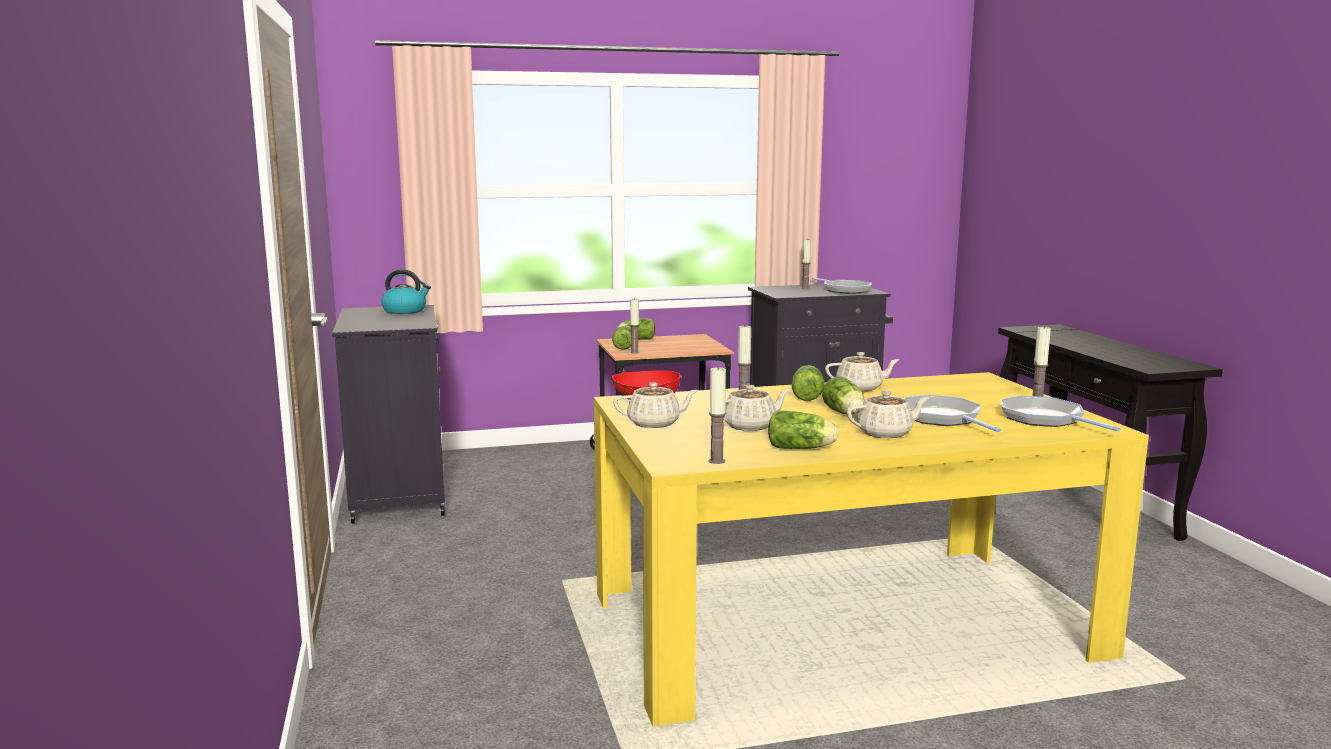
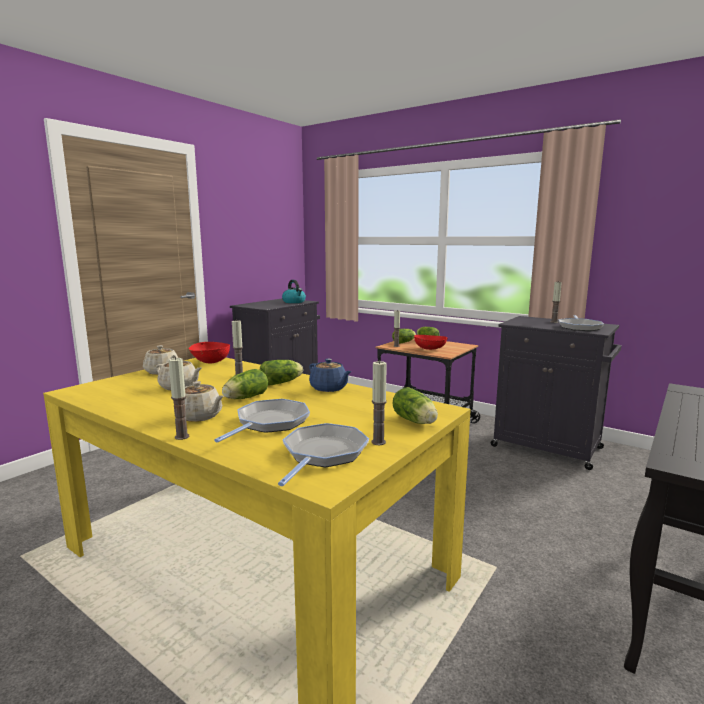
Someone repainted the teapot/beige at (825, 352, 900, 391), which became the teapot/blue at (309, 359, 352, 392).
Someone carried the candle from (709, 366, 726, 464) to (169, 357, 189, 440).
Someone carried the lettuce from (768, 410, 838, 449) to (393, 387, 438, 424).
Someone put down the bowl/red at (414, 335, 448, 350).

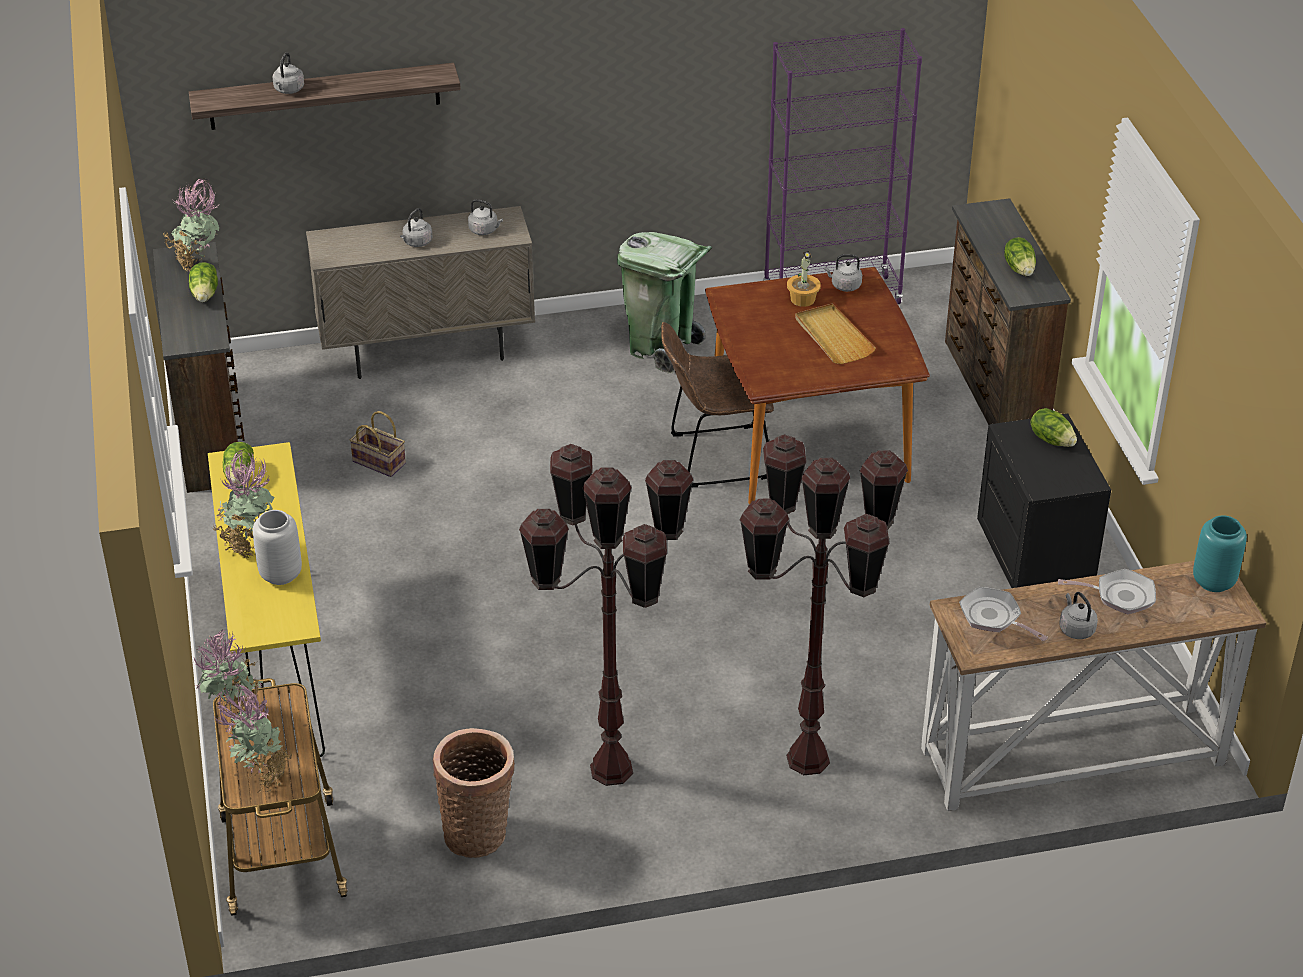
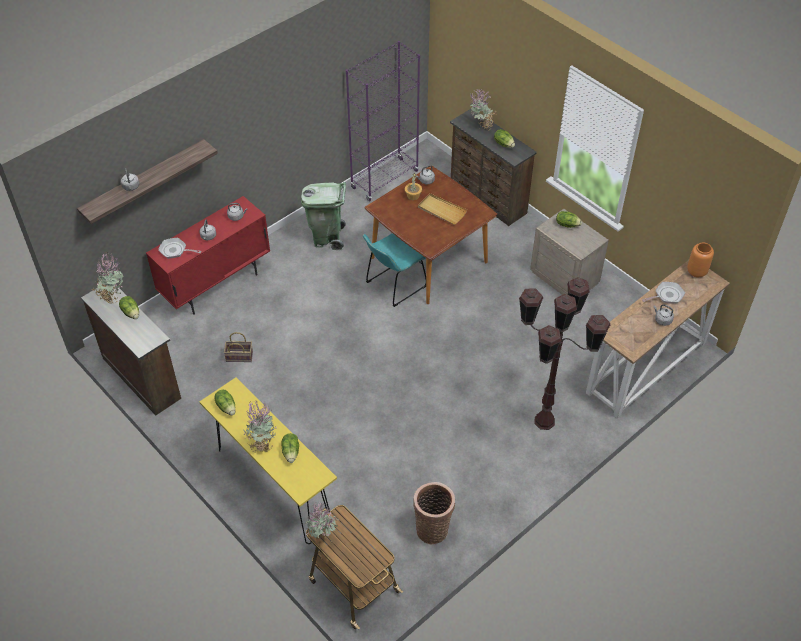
Someone repainted the cabinet/beige at (306, 206, 535, 379), which became the cabinet/red at (146, 196, 270, 315).
Someone repainted the chair/brown at (661, 322, 774, 487), which became the chair/turquoise at (363, 233, 426, 307).
Someone repainted the nightstand/black at (977, 413, 1111, 588), which became the nightstand/beige at (530, 209, 609, 295).
Someone took away the floor lamp/brown at (519, 444, 694, 786).
Someone swapped the vase/grey at (253, 510, 302, 585) for the lettuce at (281, 433, 299, 463).
Someone repainted the vase/turquoise at (1193, 515, 1247, 592), which became the vase/orange at (687, 243, 714, 277).
Someone carried the frying pan from (959, 587, 1048, 641) to (158, 238, 202, 259).
Someone carried the potted plant from (213, 683, 292, 793) to (469, 89, 498, 130).

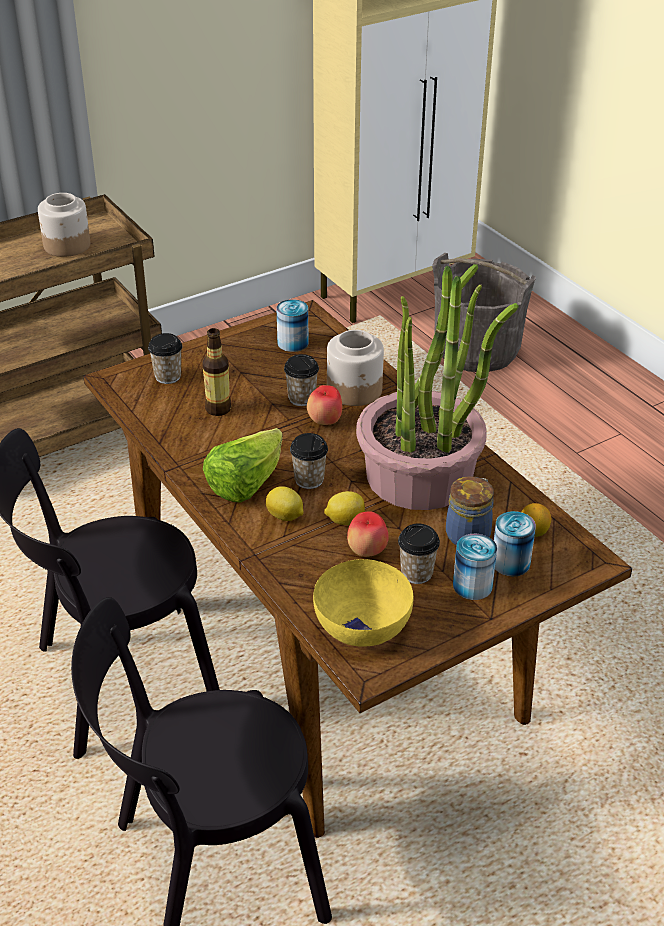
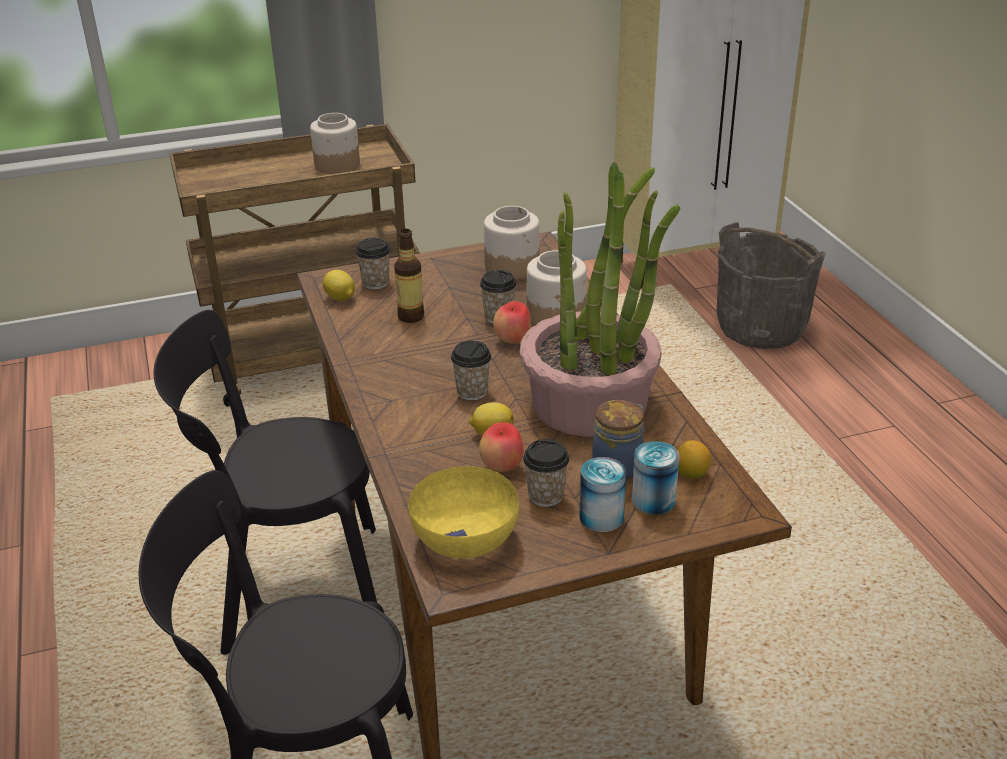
Someone swapped the can at (277, 299, 309, 352) for the jar at (484, 206, 539, 280).
Someone took away the lettuce at (203, 428, 283, 503).
Someone carried the lemon from (266, 486, 304, 521) to (322, 270, 355, 301).

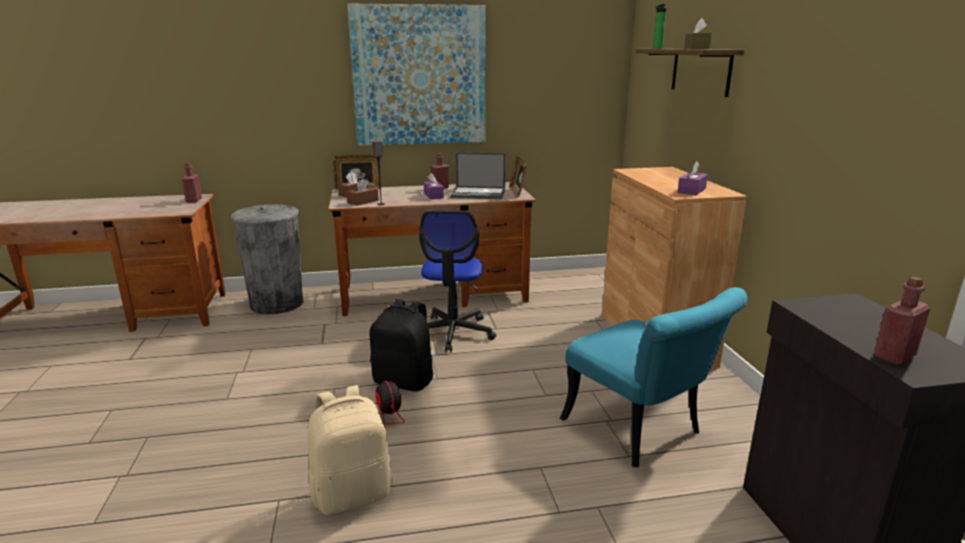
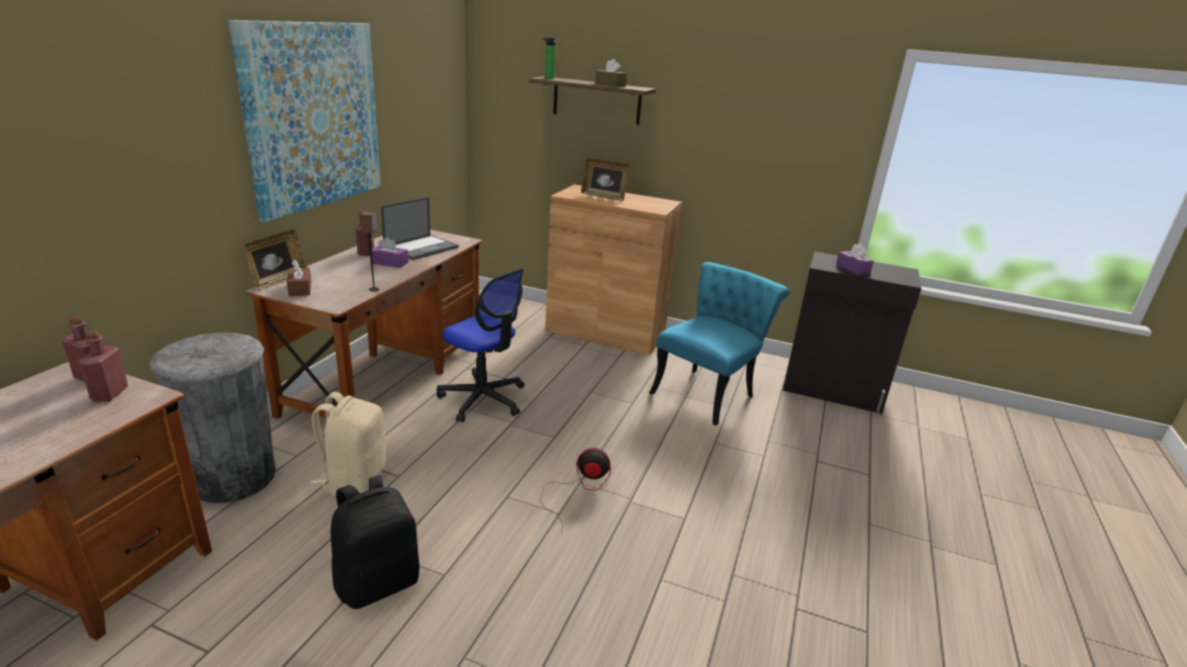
Someone carried the picture frame from (509, 156, 527, 198) to (581, 158, 629, 201).
Someone carried the tissue box/purple from (678, 161, 708, 195) to (836, 244, 874, 275).
Someone took away the tissue box/brown at (347, 178, 379, 206).
Someone carried the bottle/red from (874, 277, 930, 365) to (78, 330, 128, 402).
Someone rotated the chair/turquoise at (560, 287, 747, 467) by 45 degrees counterclockwise.
Someone carried the backpack/black from (370, 299, 434, 391) to (331, 475, 420, 609).
Someone carried the backpack/beige from (308, 385, 393, 515) to (310, 392, 386, 497).

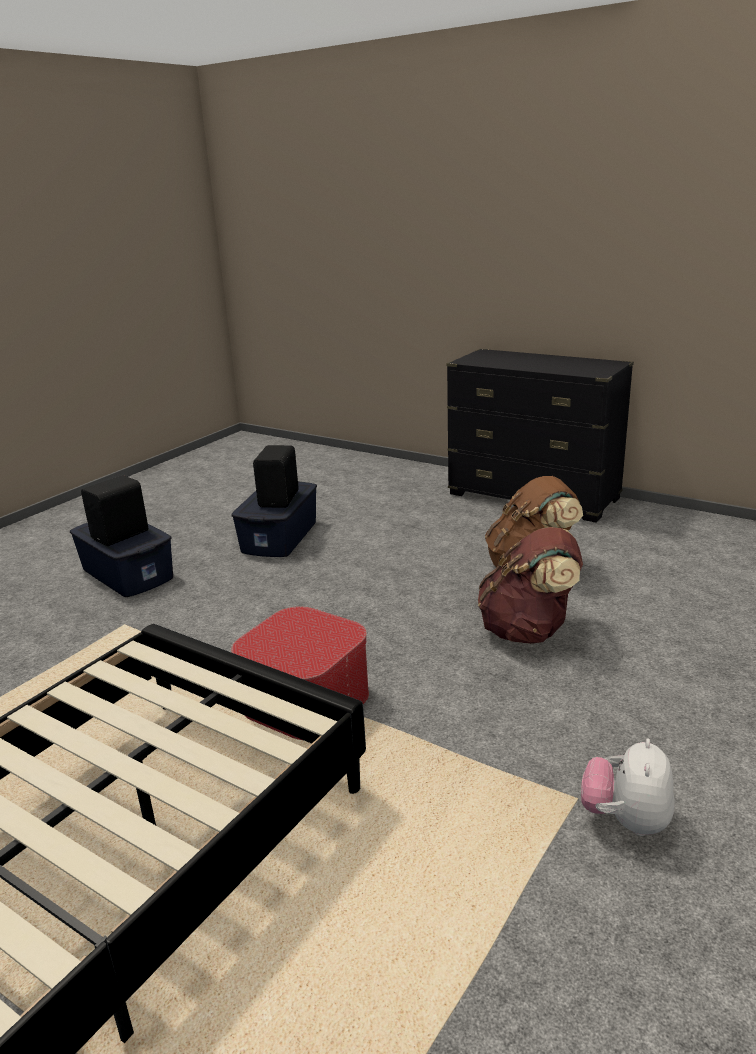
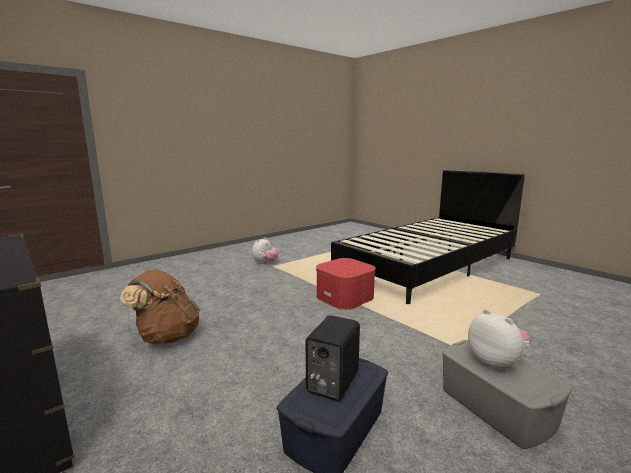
Someone swapped the speaker/black at (81, 475, 148, 546) for the plush toy at (468, 309, 530, 371).
Someone repainted the storage box/blue at (70, 522, 173, 597), which became the storage box/grey at (442, 340, 573, 449).
Someone took away the backpack/brown at (478, 527, 583, 644).

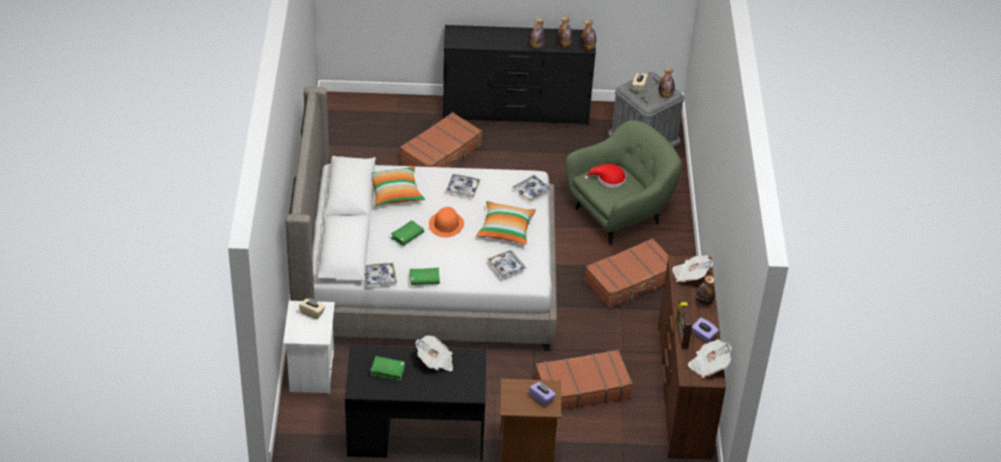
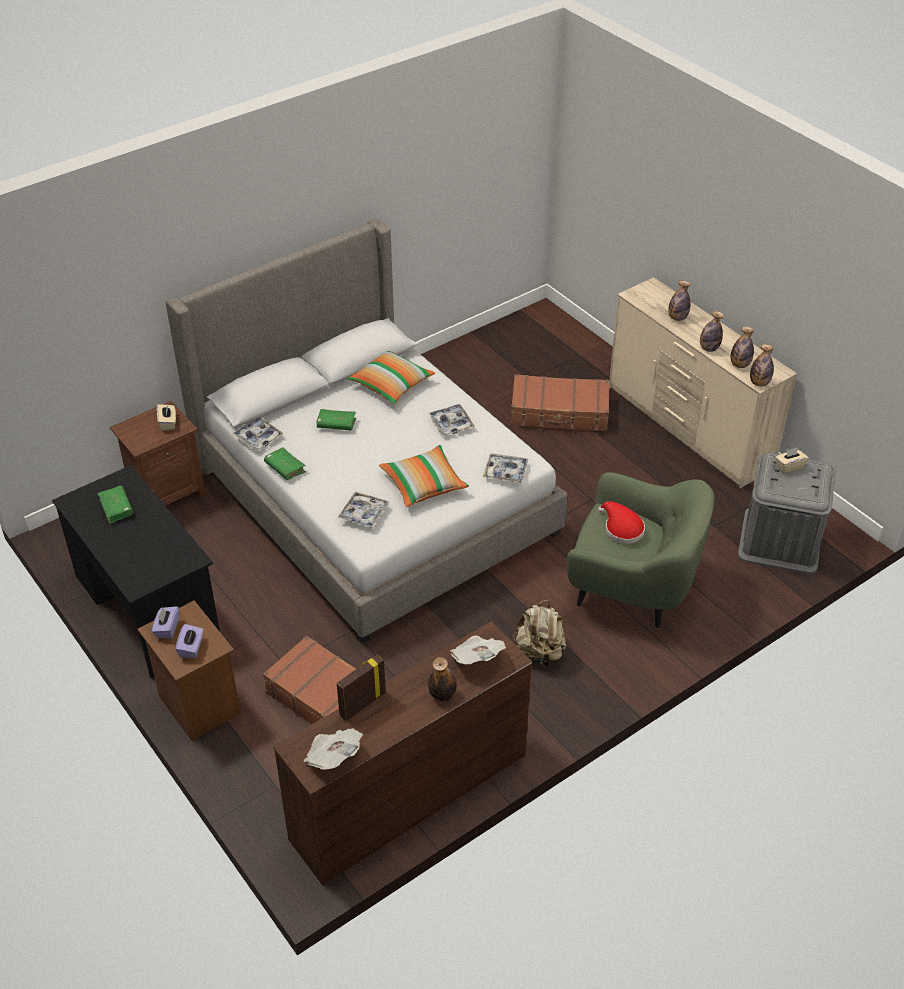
Someone repainted the dresser/black at (443, 25, 596, 125), which became the dresser/beige at (609, 277, 797, 488).
Someone carried the bottle from (658, 68, 675, 98) to (668, 281, 691, 321).
Someone took away the hat/orange at (429, 207, 464, 238).
Someone swapped the suitcase/brown at (584, 238, 669, 308) for the backpack/beige at (512, 600, 567, 667).
Someone repainted the nightstand/white at (283, 301, 335, 394), which became the nightstand/brown at (110, 401, 205, 506).
Someone carried the tissue box/purple from (692, 318, 719, 343) to (152, 606, 179, 639).
Someone took away the newspaper at (416, 336, 453, 371).

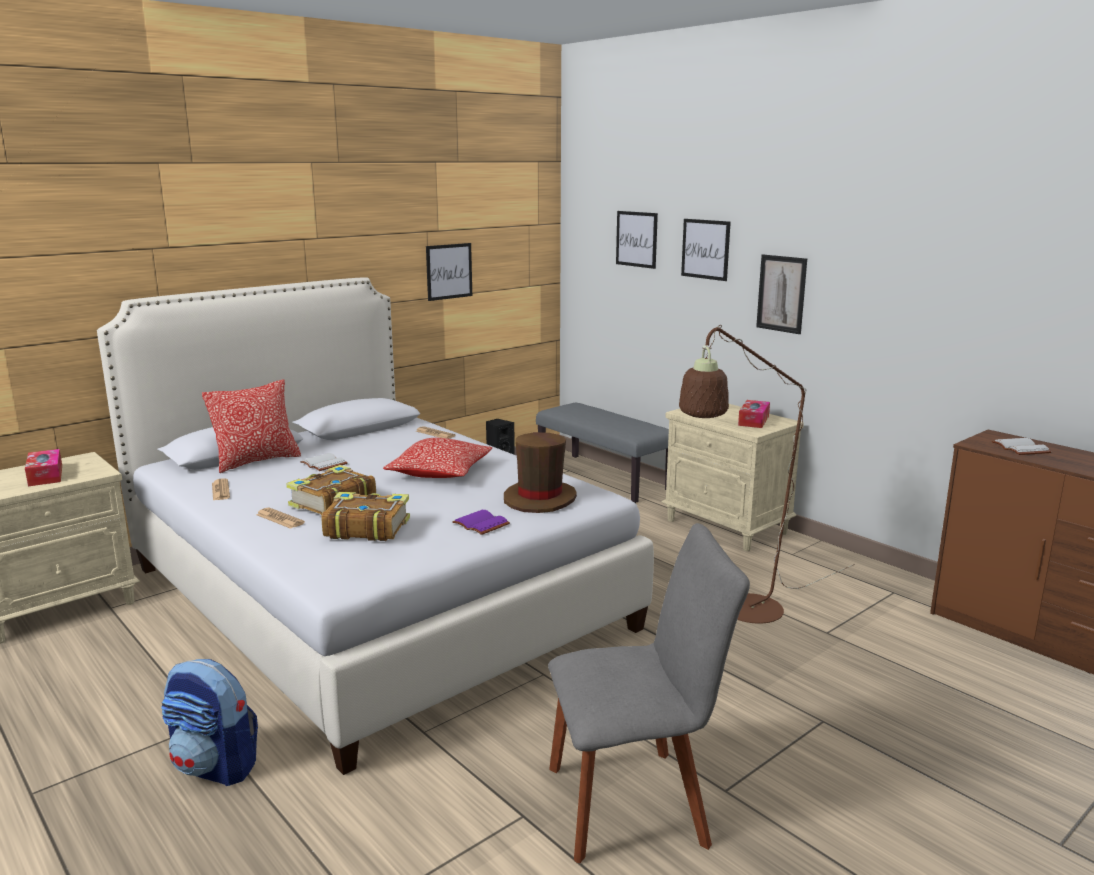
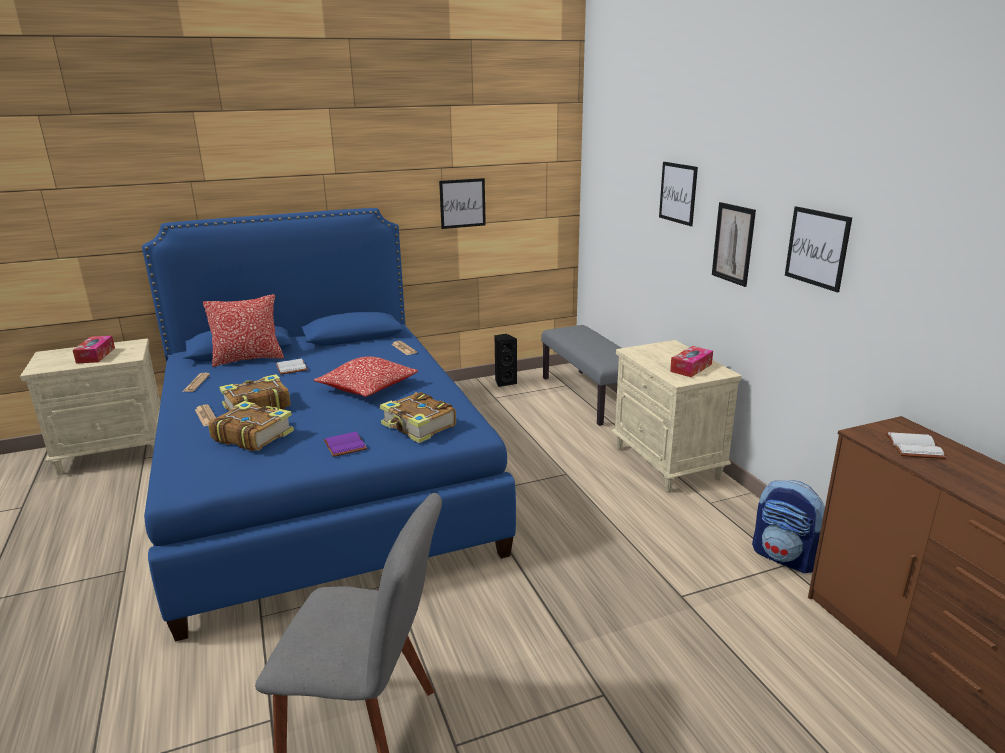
Someone carried the picture from (616, 211, 658, 269) to (785, 206, 852, 292).
Someone repainted the bed/white at (97, 277, 654, 775), which became the bed/blue at (142, 208, 516, 642).
Someone took away the floor lamp/brown at (679, 325, 855, 623).
Someone swapped the hat/brown at (504, 432, 577, 513) for the book at (380, 392, 456, 443).
Someone carried the backpack from (161, 659, 258, 786) to (752, 480, 825, 573).

